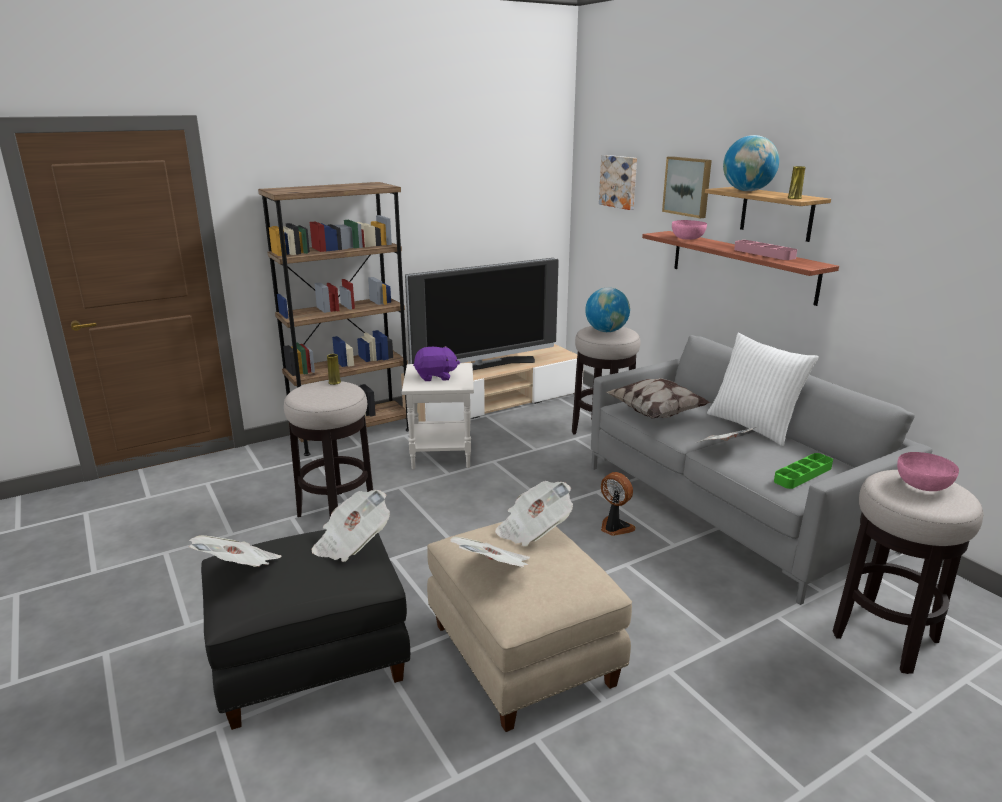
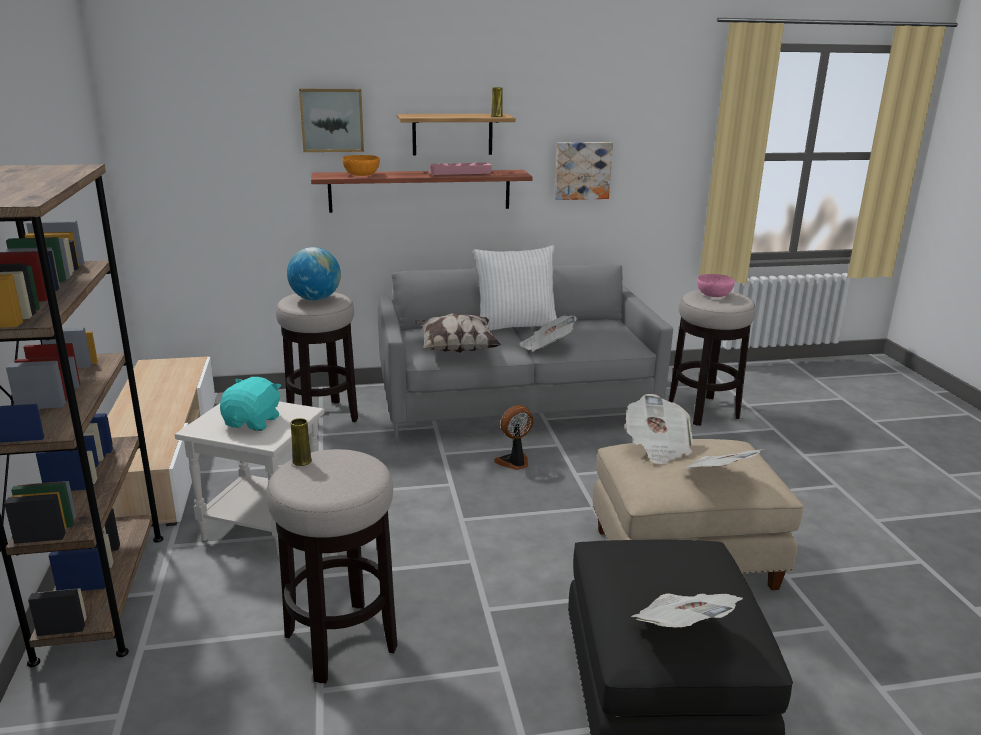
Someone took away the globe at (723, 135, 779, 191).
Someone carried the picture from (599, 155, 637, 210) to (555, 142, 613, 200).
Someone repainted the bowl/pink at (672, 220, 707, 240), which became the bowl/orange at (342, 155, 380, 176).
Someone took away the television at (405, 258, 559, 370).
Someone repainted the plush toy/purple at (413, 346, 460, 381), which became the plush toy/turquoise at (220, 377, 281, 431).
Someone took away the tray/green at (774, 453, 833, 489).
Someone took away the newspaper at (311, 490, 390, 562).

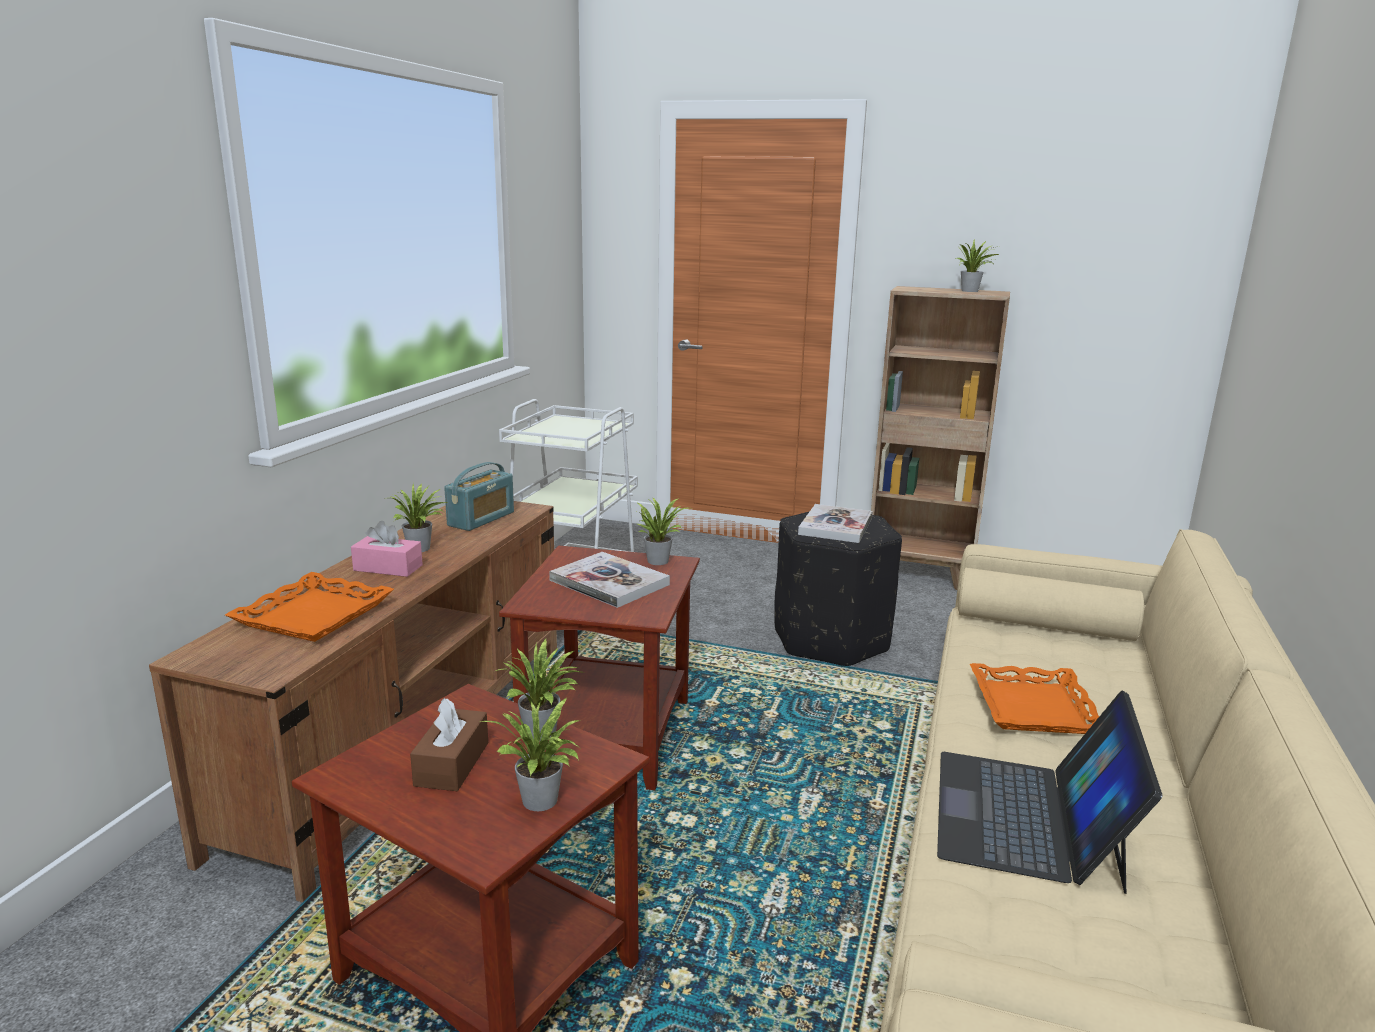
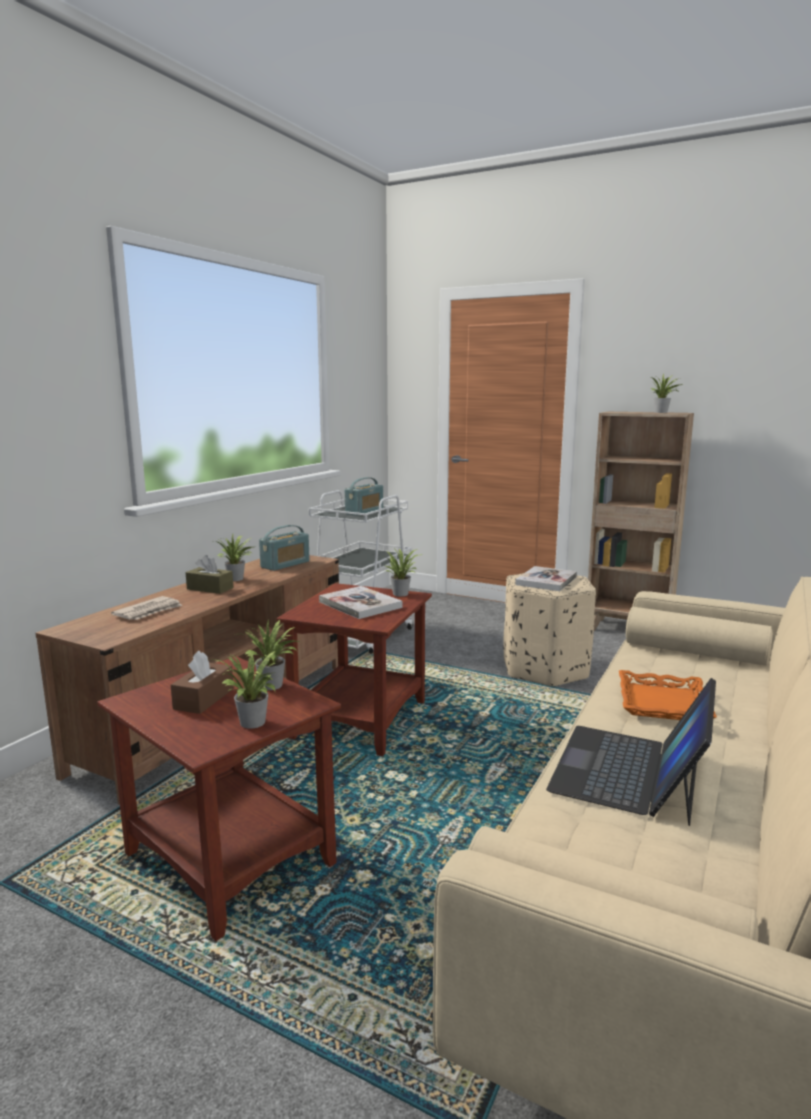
Someone repainted the ottoman/black at (774, 511, 902, 666), which became the ottoman/beige at (504, 573, 596, 686).
Someone repainted the tissue box/pink at (351, 521, 423, 577), which became the tissue box/brown at (186, 555, 233, 594).
Someone swapped the tray/orange at (225, 572, 394, 642) for the newspaper at (111, 596, 182, 620).
Someone put down the radio at (345, 477, 383, 516).

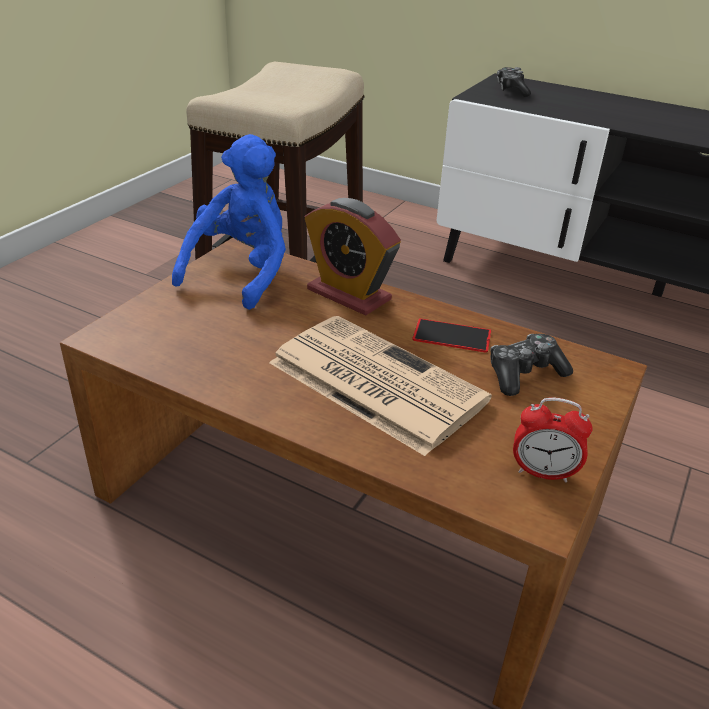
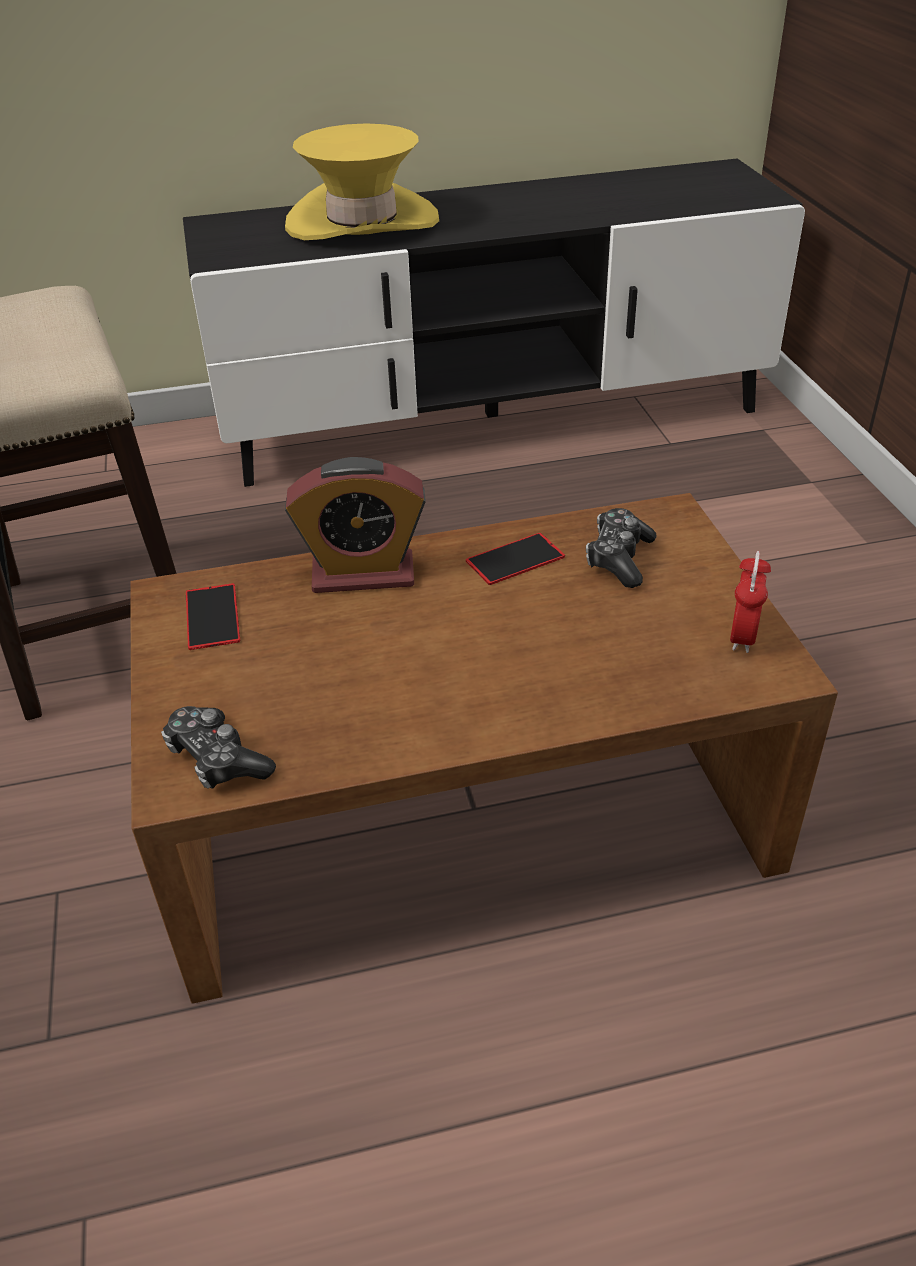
Someone carried the game controller from (497, 67, 531, 97) to (161, 706, 276, 789).
Someone swapped the plush toy/blue at (172, 134, 286, 310) for the phone at (186, 583, 240, 650).
Someone took away the newspaper at (269, 316, 492, 456).
Someone rotated the alarm clock at (513, 397, 593, 482) by 135 degrees clockwise.
Someone put down the hat/yellow at (285, 123, 439, 240).

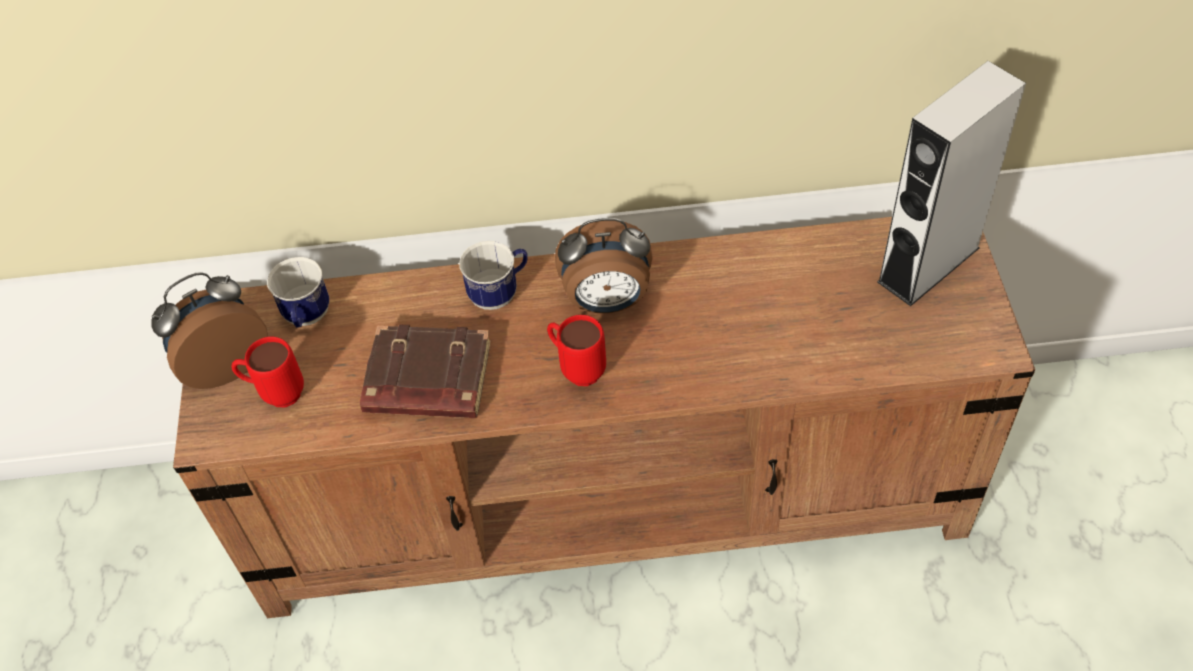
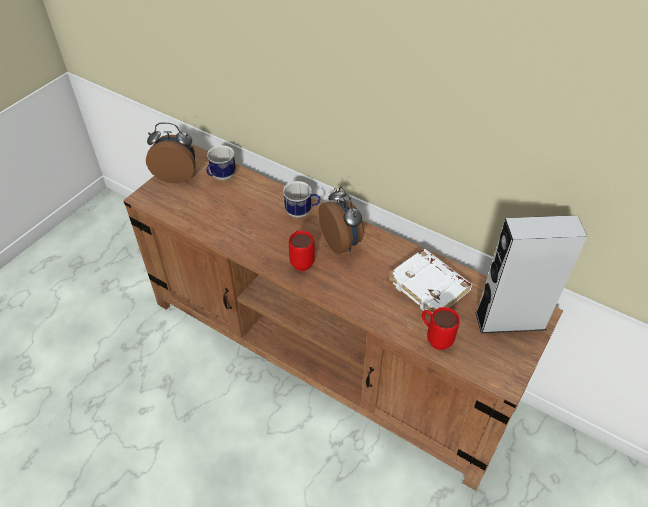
Someone rotated the alarm clock at (555, 218, 653, 313) by 150 degrees counterclockwise.
Someone took away the book/brown at (360, 324, 491, 418).
Someone carried the mug/red from (231, 337, 304, 407) to (422, 307, 459, 350).
Someone put down the book/white at (388, 249, 472, 313).

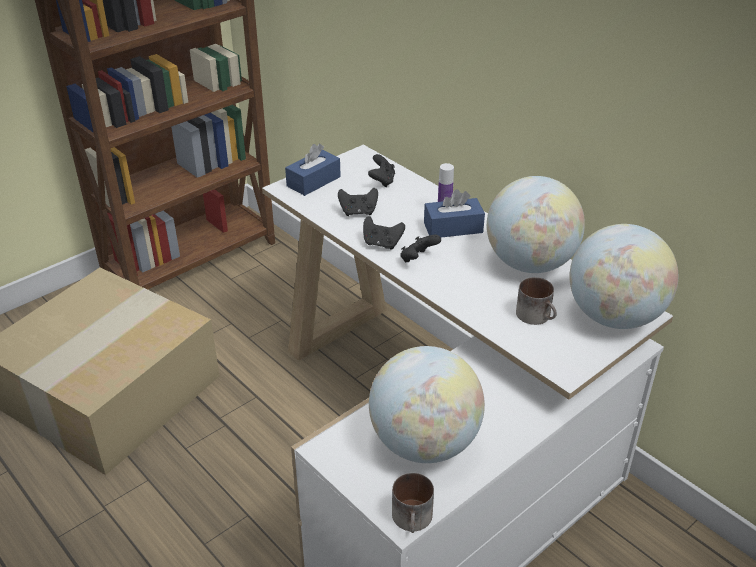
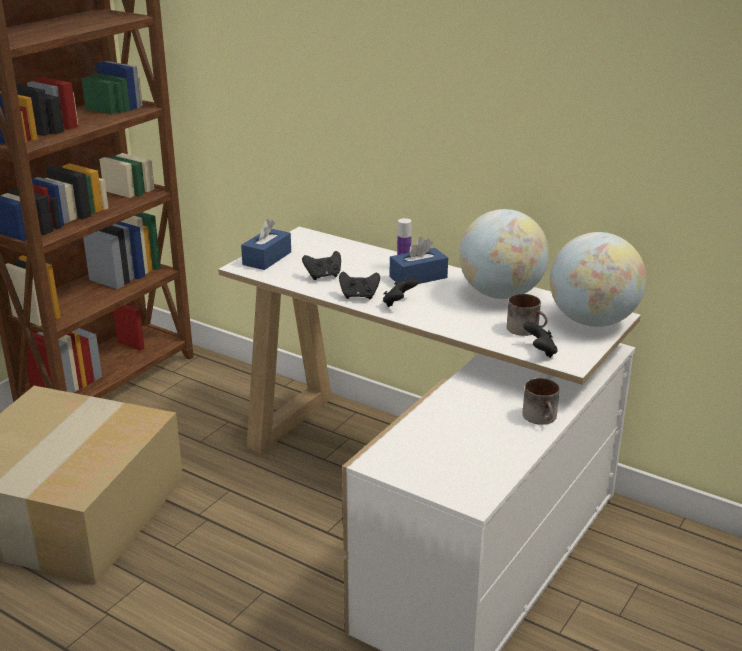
Someone carried the game controller/black from (368, 154, 395, 187) to (523, 321, 558, 358).
Someone took away the globe at (369, 346, 485, 463).
Someone carried the mug from (392, 473, 434, 533) to (522, 378, 560, 425).

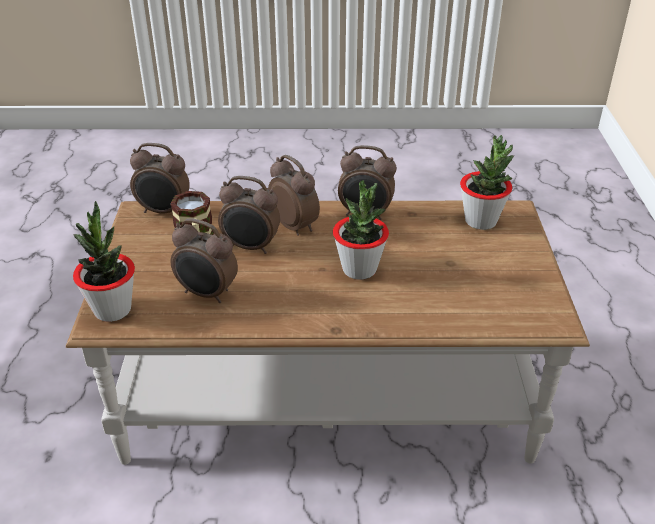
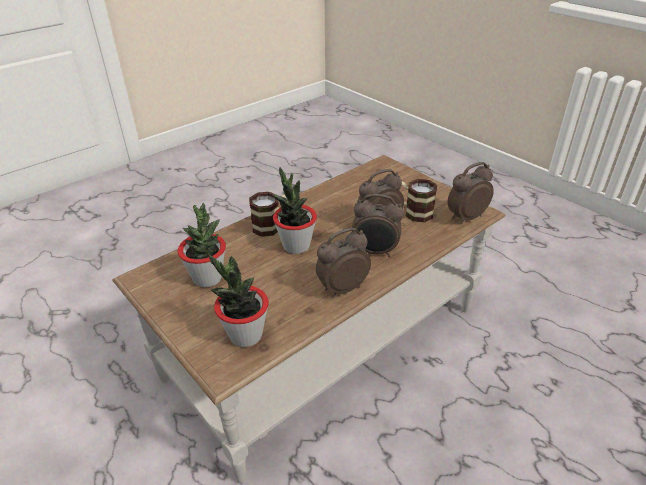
Someone carried the potted plant from (73, 201, 135, 322) to (178, 203, 226, 287).
Someone took away the alarm clock at (171, 219, 238, 303).
Someone put down the mug at (249, 192, 286, 237).

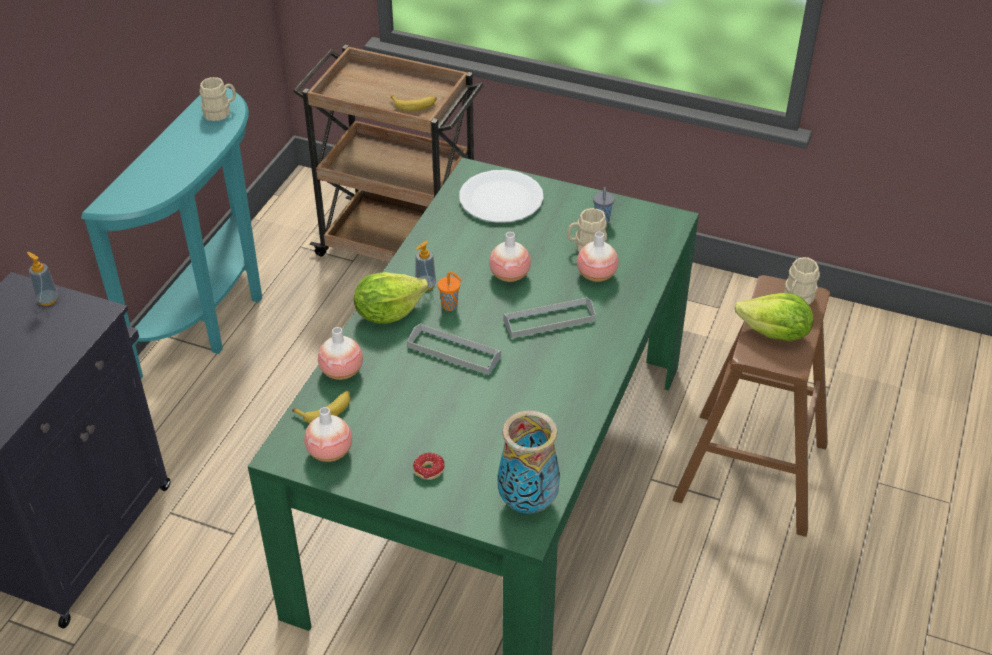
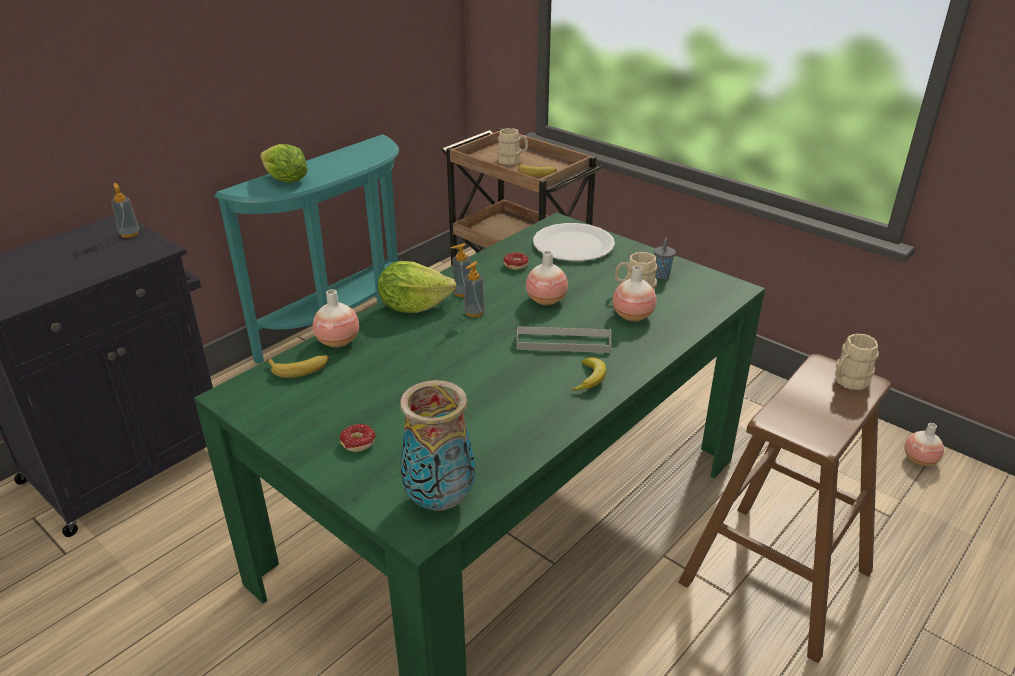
Someone carried the mug/beige from (199, 77, 236, 121) to (497, 128, 528, 165).
Someone swapped the cup/orange at (437, 271, 462, 311) for the soap dispenser at (464, 261, 485, 317).
Someone carried the lettuce from (735, 293, 814, 341) to (260, 144, 308, 183).
Someone took away the tray/grey at (408, 323, 501, 375).
Someone carried the vase from (304, 407, 352, 462) to (904, 423, 944, 466).
Someone put down the donut at (503, 252, 529, 270).
Someone put down the banana at (571, 357, 606, 391).

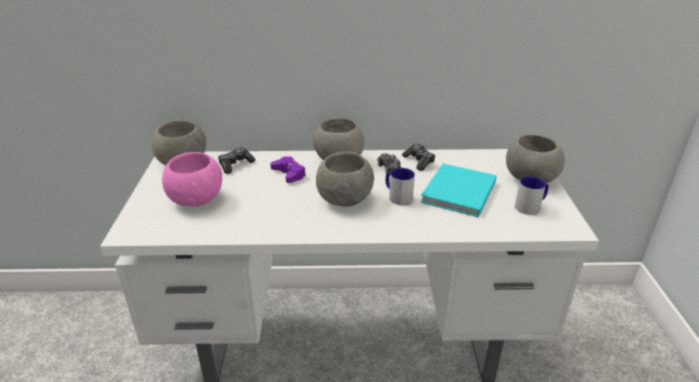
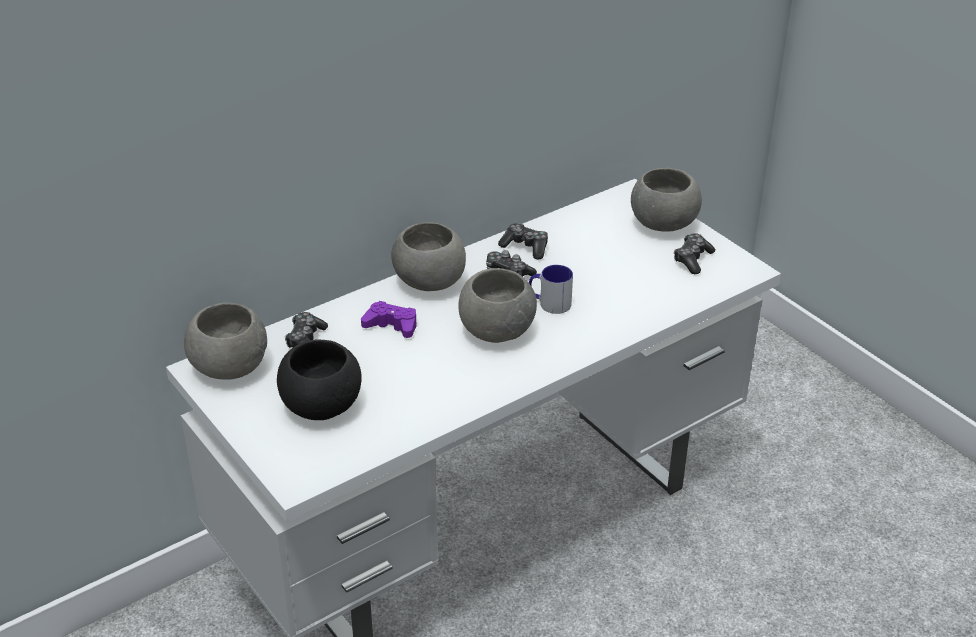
Someone repainted the bowl/pink at (162, 152, 222, 206), which became the bowl/black at (277, 339, 362, 420).
Someone took away the book/turquoise at (420, 164, 497, 217).
Someone swapped the mug at (515, 176, 548, 215) for the game controller at (674, 233, 715, 274).

